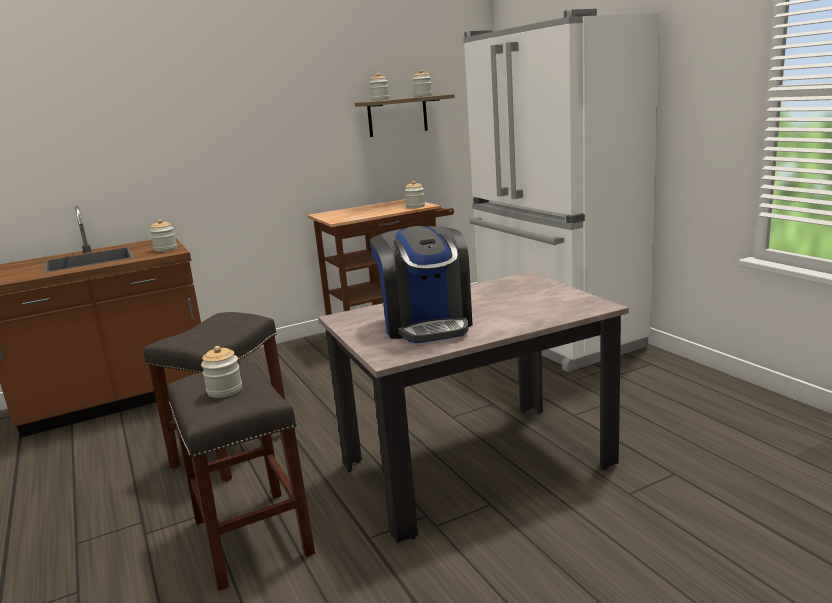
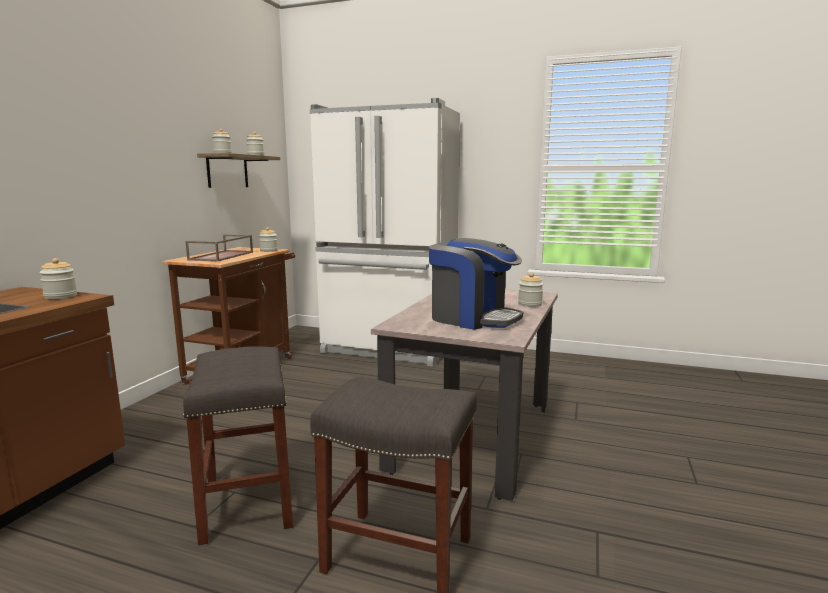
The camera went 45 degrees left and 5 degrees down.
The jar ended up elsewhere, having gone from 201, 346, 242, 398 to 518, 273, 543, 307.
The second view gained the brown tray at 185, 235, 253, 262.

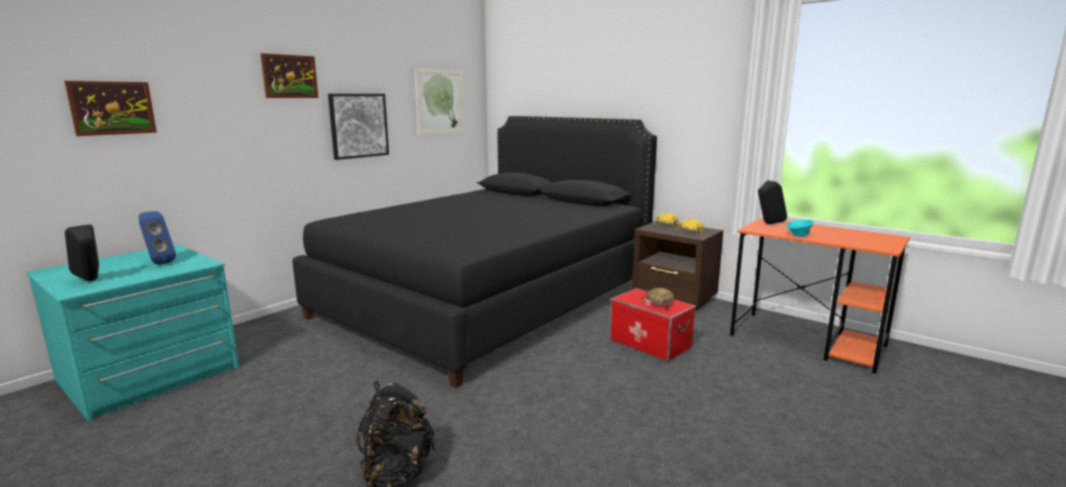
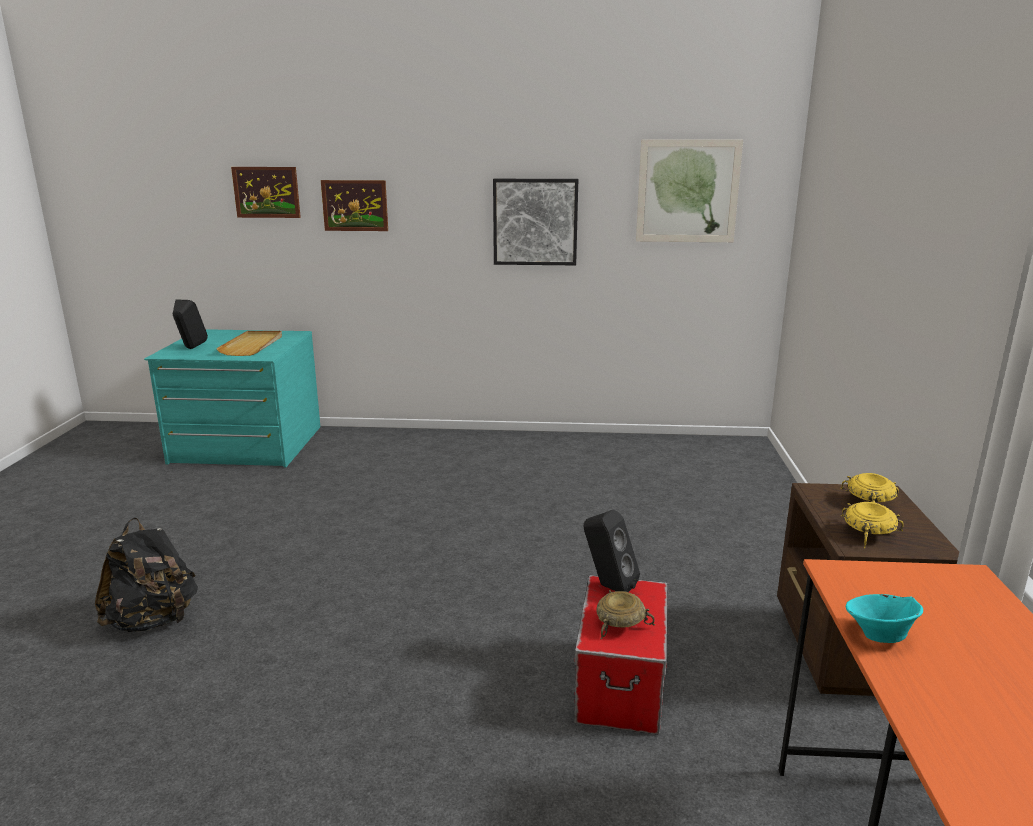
The camera went 55 degrees right and 5 degrees up.
The picture ended up elsewhere, having gone from 260, 53, 318, 98 to 321, 180, 388, 231.
The second view lost the black bed at 292, 116, 657, 388.
The black speaker ended up elsewhere, having gone from 758, 180, 787, 224 to 584, 509, 640, 592.
Where the blue speaker stood at 139, 211, 176, 265, the beige tray came to stand at 216, 331, 282, 356.

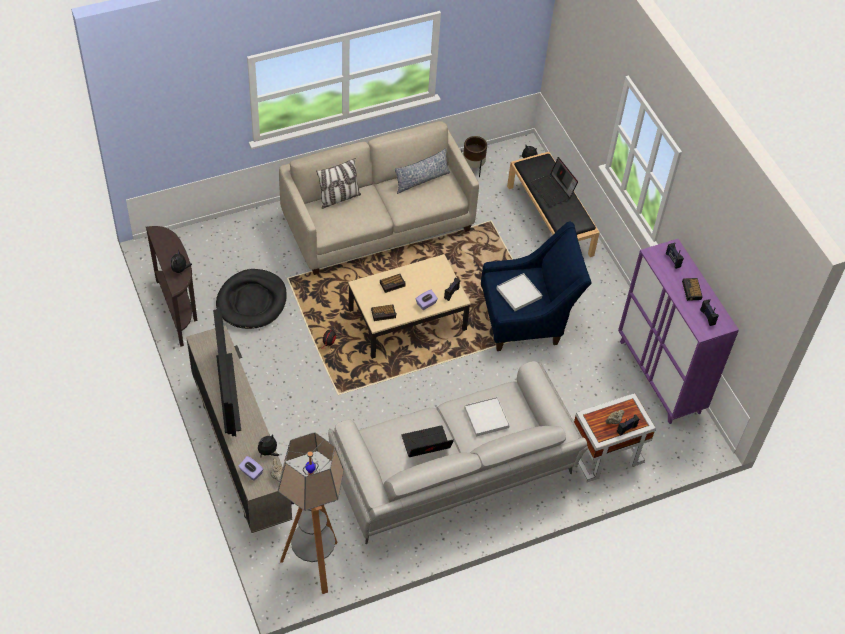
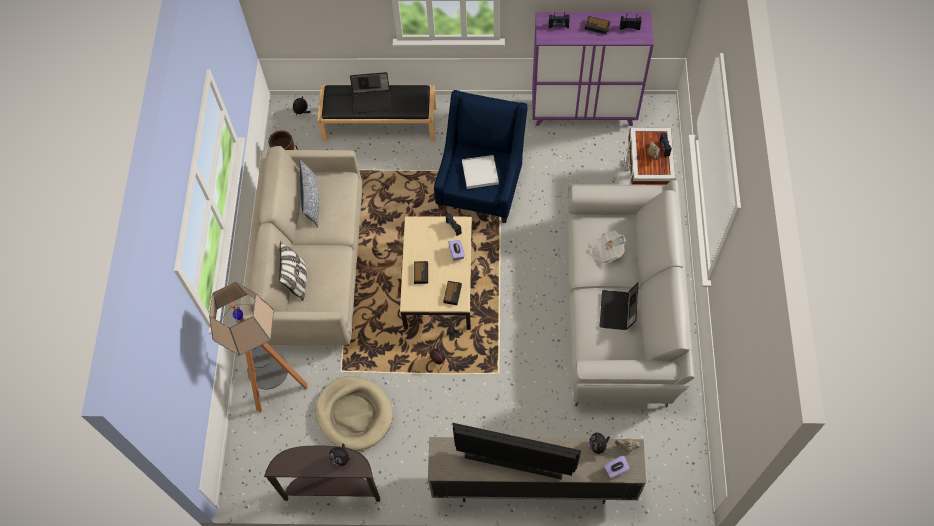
The camera went 60 degrees left and 10 degrees up.
What was the black dog bed at 216, 269, 287, 329 turned into the beige dog bed at 316, 376, 393, 451.
Where the white tray stood at 464, 397, 510, 436, the newspaper came to stand at 589, 231, 626, 264.
The floor lamp ended up elsewhere, having gone from 278, 432, 344, 594 to 209, 282, 308, 413.

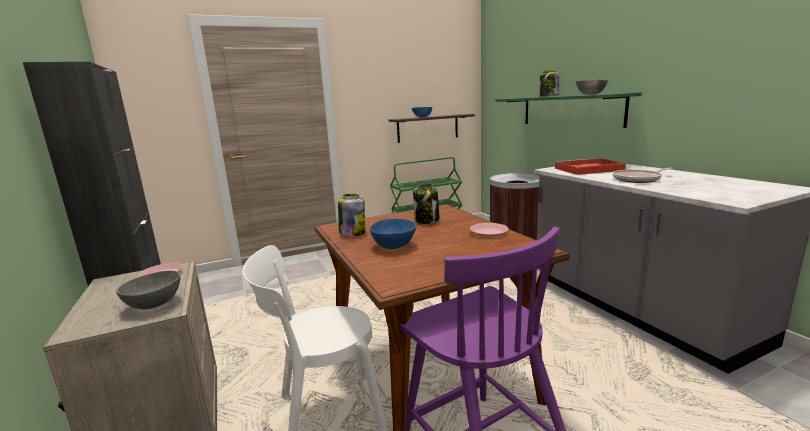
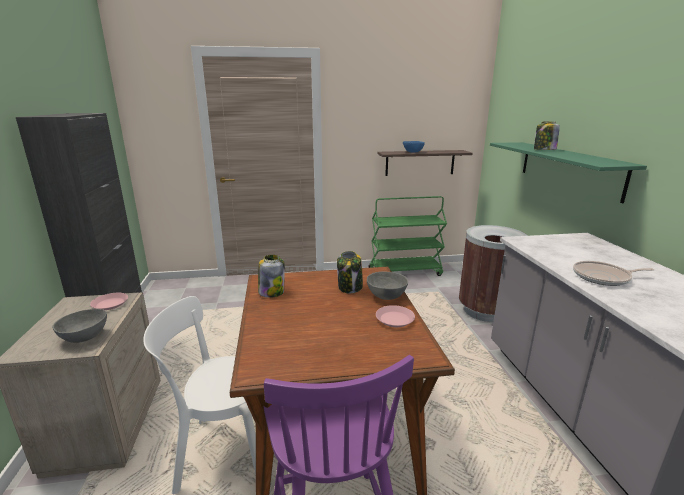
The camera went 15 degrees right and 5 degrees up.
The grey bowl ended up elsewhere, having gone from 576, 80, 608, 95 to 367, 272, 408, 300.
The second view lost the red tray at 554, 158, 626, 175.
The second view lost the blue bowl at 370, 218, 416, 249.

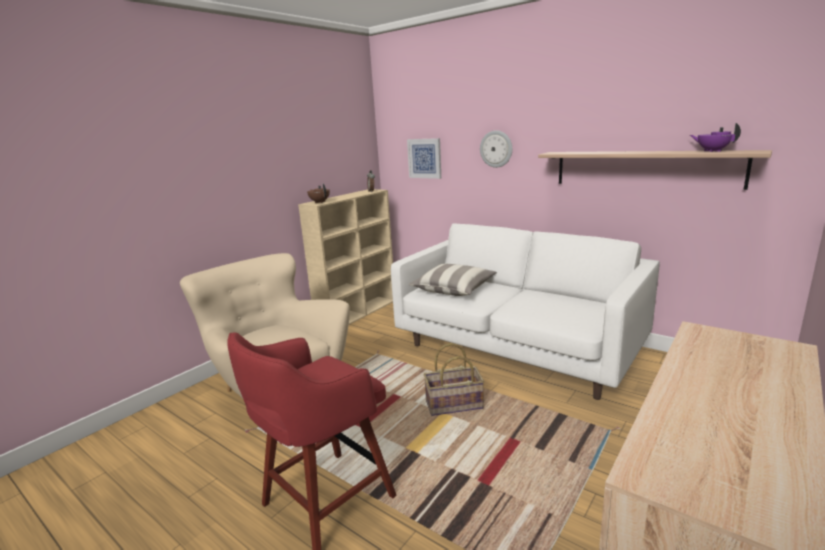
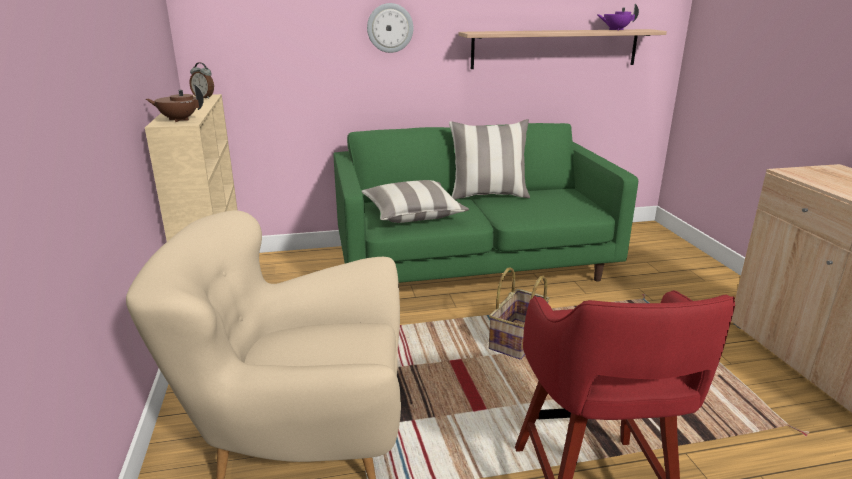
The camera went 50 degrees left and 5 degrees up.
The second view lost the picture at 407, 138, 441, 179.
What was the white sofa at 391, 224, 660, 400 turned into the green sofa at 334, 123, 638, 283.
The second view gained the pillow at 449, 119, 530, 199.

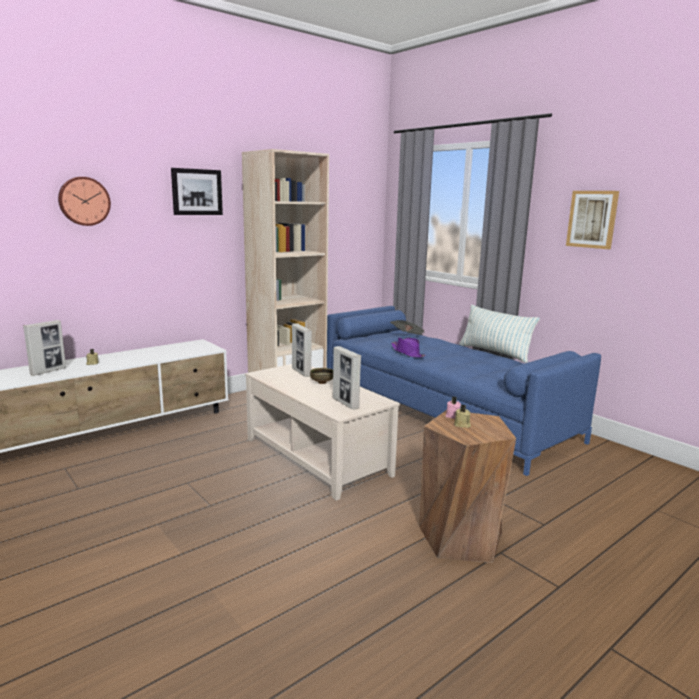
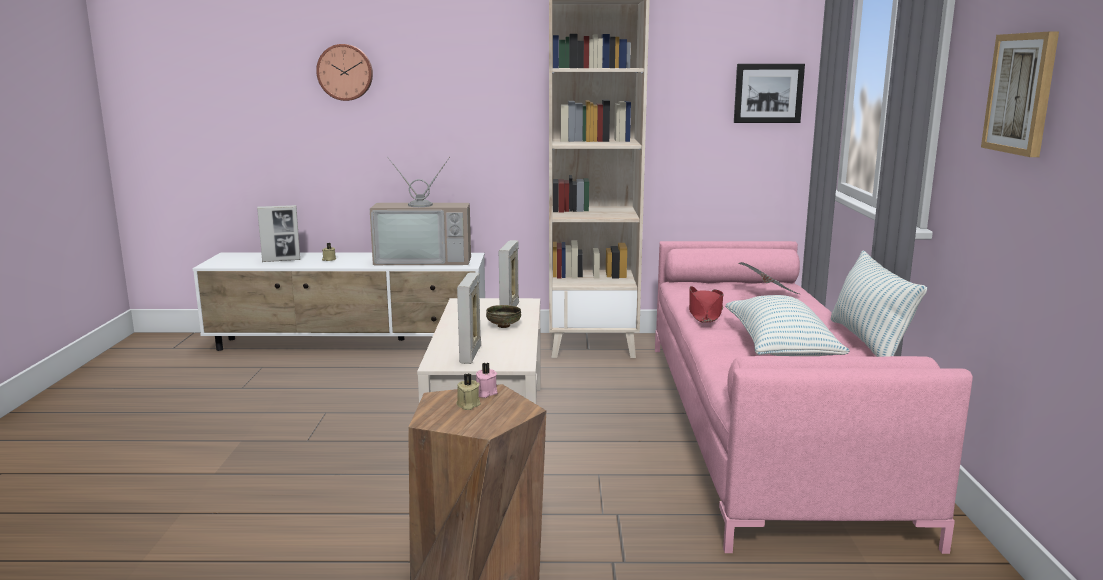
The camera went 40 degrees right and 0 degrees up.
The picture ended up elsewhere, having gone from 171, 168, 223, 215 to 734, 64, 805, 123.
What was the blue sofa at 327, 306, 601, 476 turned into the pink sofa at 655, 241, 973, 554.
What was the purple hat at 391, 338, 425, 357 turned into the red hat at 689, 286, 723, 323.
The second view gained the television at 370, 157, 471, 265.
The second view gained the pillow at 725, 295, 850, 356.

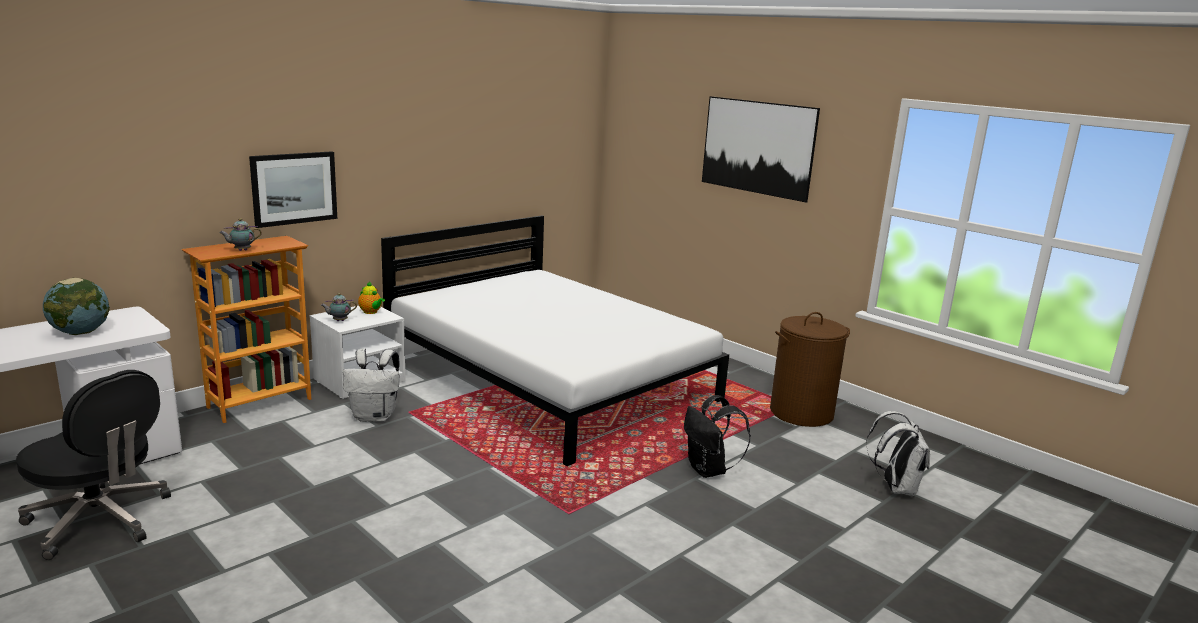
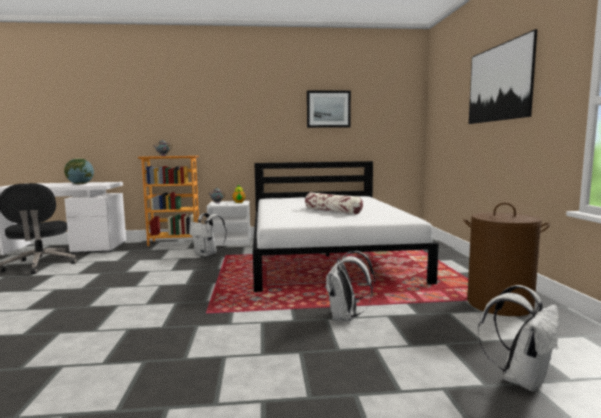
The camera went 40 degrees right and 10 degrees down.
The picture ended up elsewhere, having gone from 249, 151, 337, 228 to 307, 91, 351, 128.
What was the black backpack at 684, 395, 751, 478 turned into the white backpack at 326, 251, 375, 321.
The second view gained the pillow at 305, 192, 363, 214.

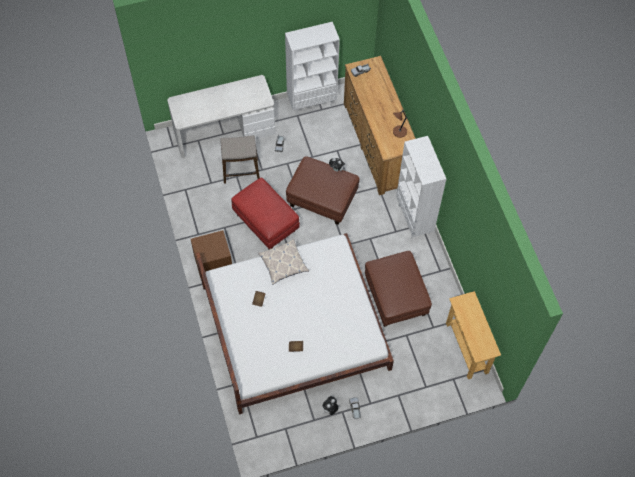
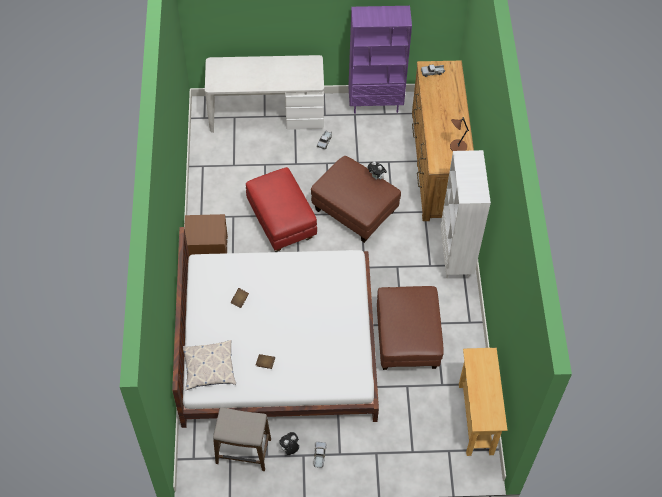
The camera went 15 degrees right and 5 degrees down.
What was the white bookcase at 285, 22, 340, 115 turned into the purple bookcase at 348, 6, 412, 114.
The stool ended up elsewhere, having gone from 220, 135, 260, 184 to 213, 407, 271, 471.
The pillow ended up elsewhere, having gone from 258, 239, 309, 285 to 183, 340, 236, 390.

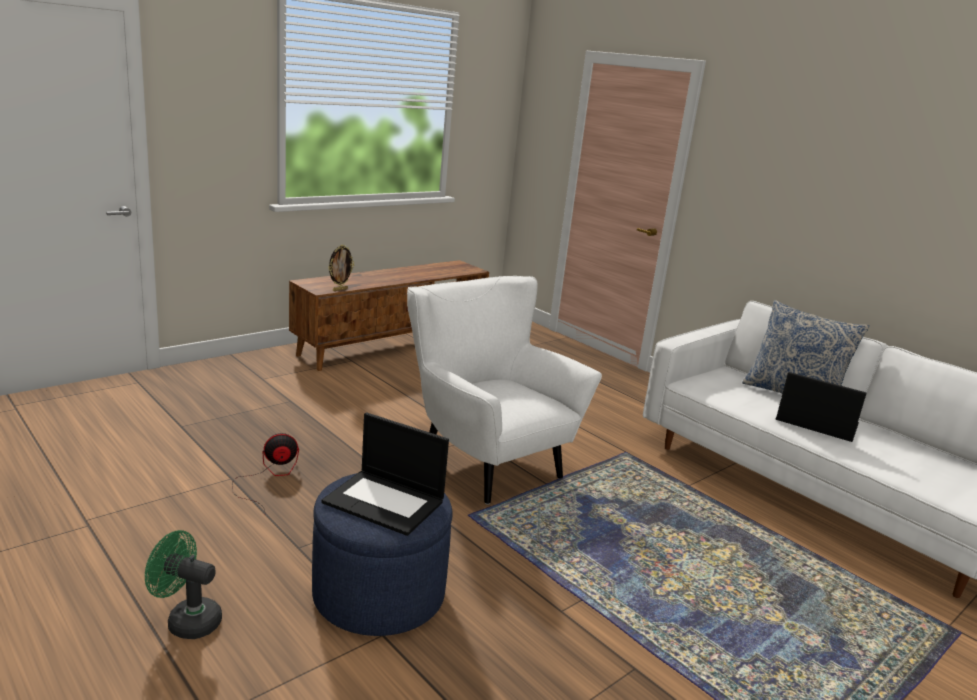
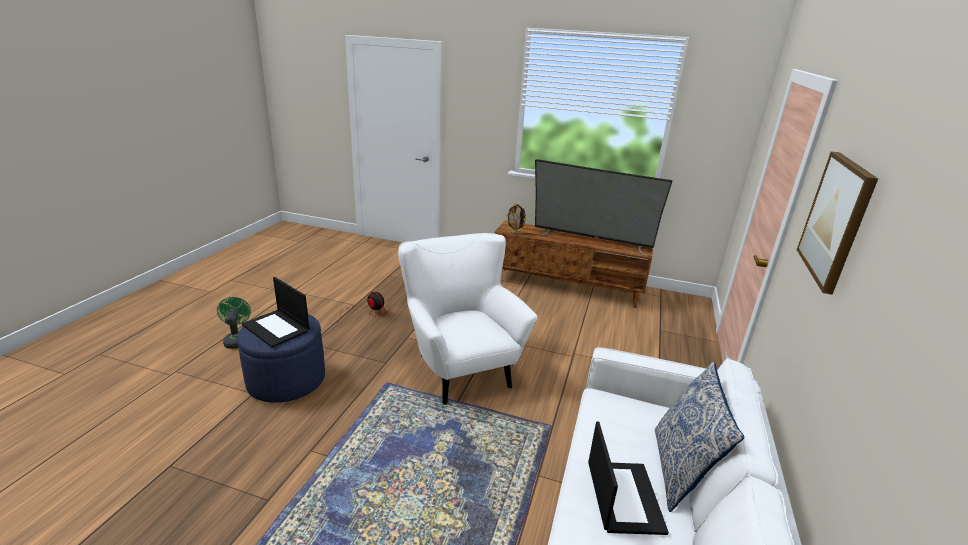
The camera went 60 degrees right and 5 degrees up.
The white armchair at 407, 276, 602, 505 ended up facing another way, 45 degrees counterclockwise from before.
The laptop at 321, 412, 449, 536 ended up facing another way, 45 degrees counterclockwise from before.
The second view gained the picture at 797, 151, 878, 295.
The second view gained the television at 535, 159, 672, 254.

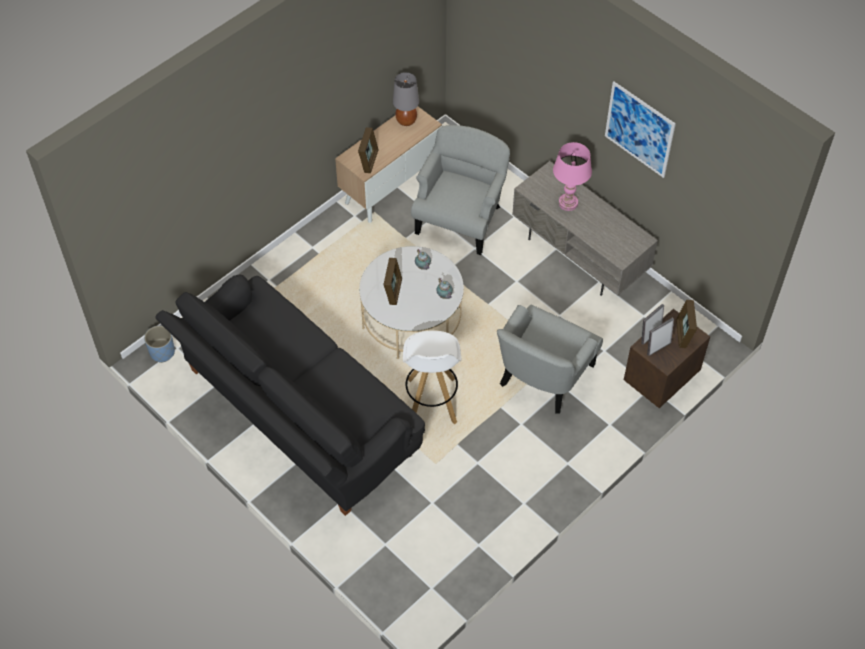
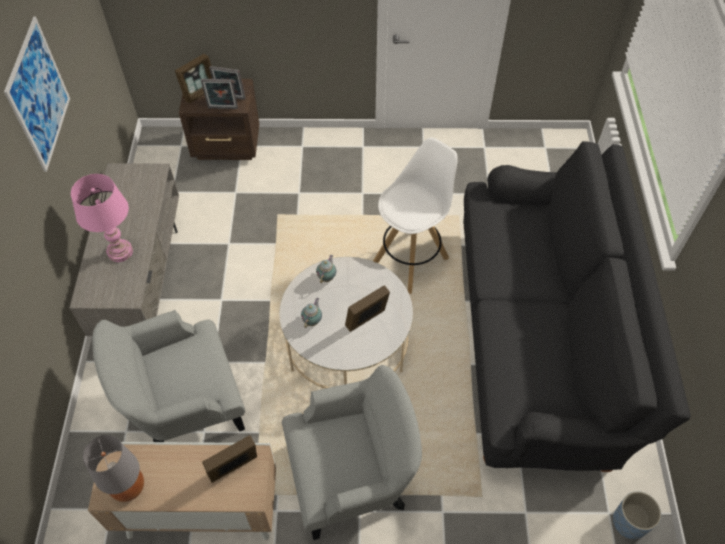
The camera went 135 degrees left and 0 degrees up.
The grey armchair ended up elsewhere, having gone from 497, 305, 603, 414 to 282, 365, 422, 540.

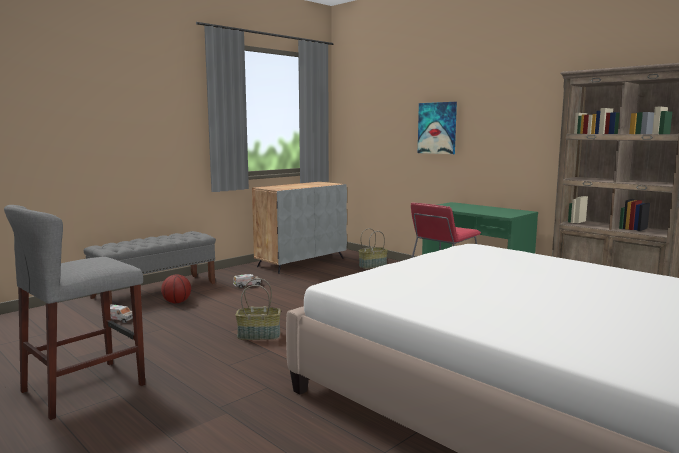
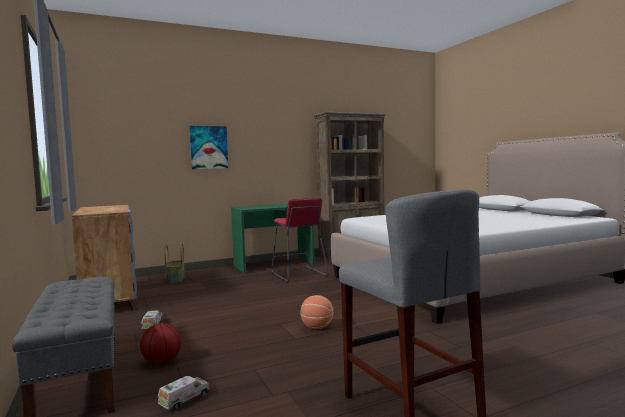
The camera went 70 degrees left and 5 degrees down.
Where the basket stood at 235, 278, 281, 340, the basketball came to stand at 301, 295, 334, 329.

